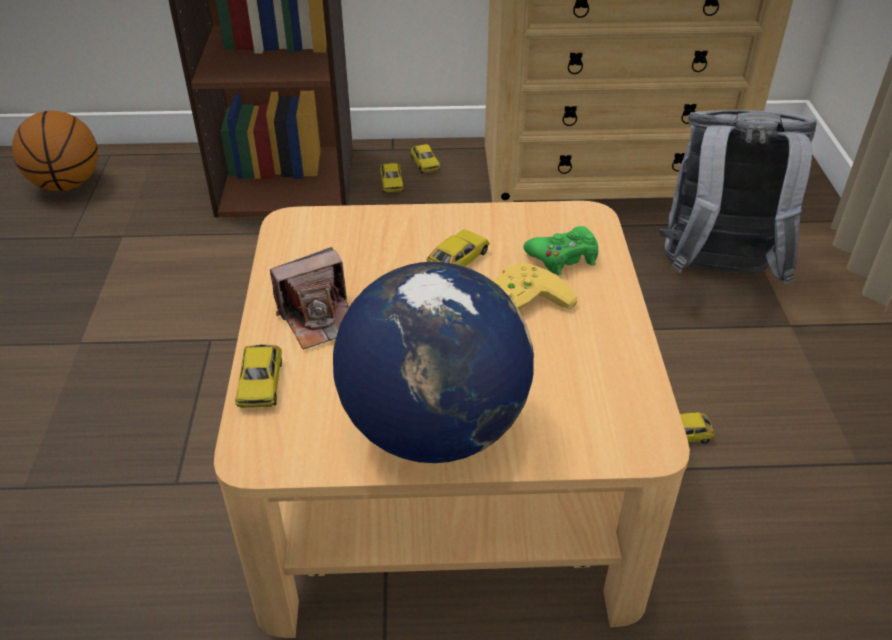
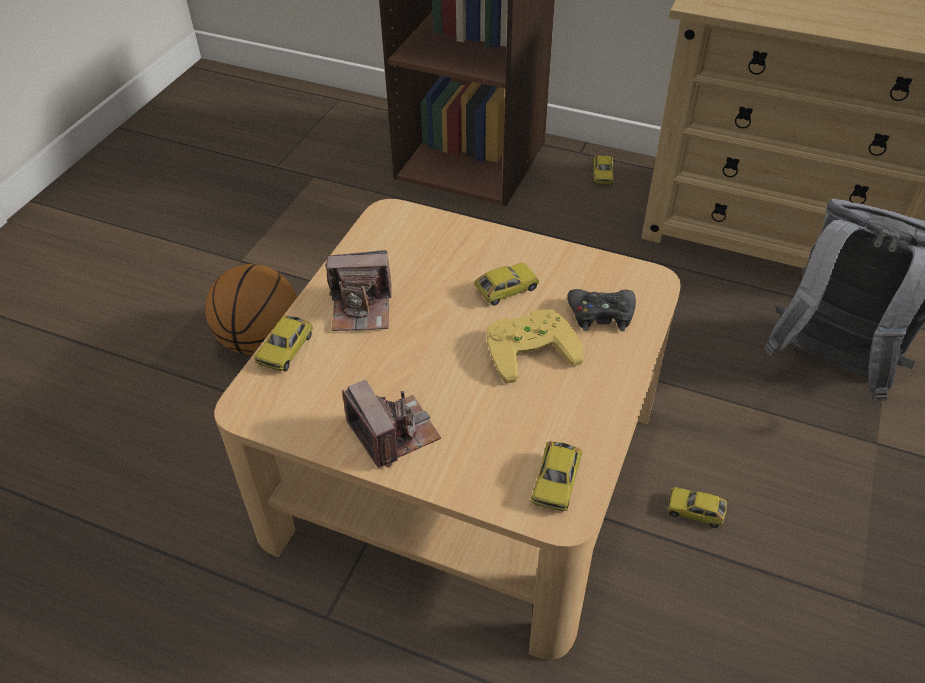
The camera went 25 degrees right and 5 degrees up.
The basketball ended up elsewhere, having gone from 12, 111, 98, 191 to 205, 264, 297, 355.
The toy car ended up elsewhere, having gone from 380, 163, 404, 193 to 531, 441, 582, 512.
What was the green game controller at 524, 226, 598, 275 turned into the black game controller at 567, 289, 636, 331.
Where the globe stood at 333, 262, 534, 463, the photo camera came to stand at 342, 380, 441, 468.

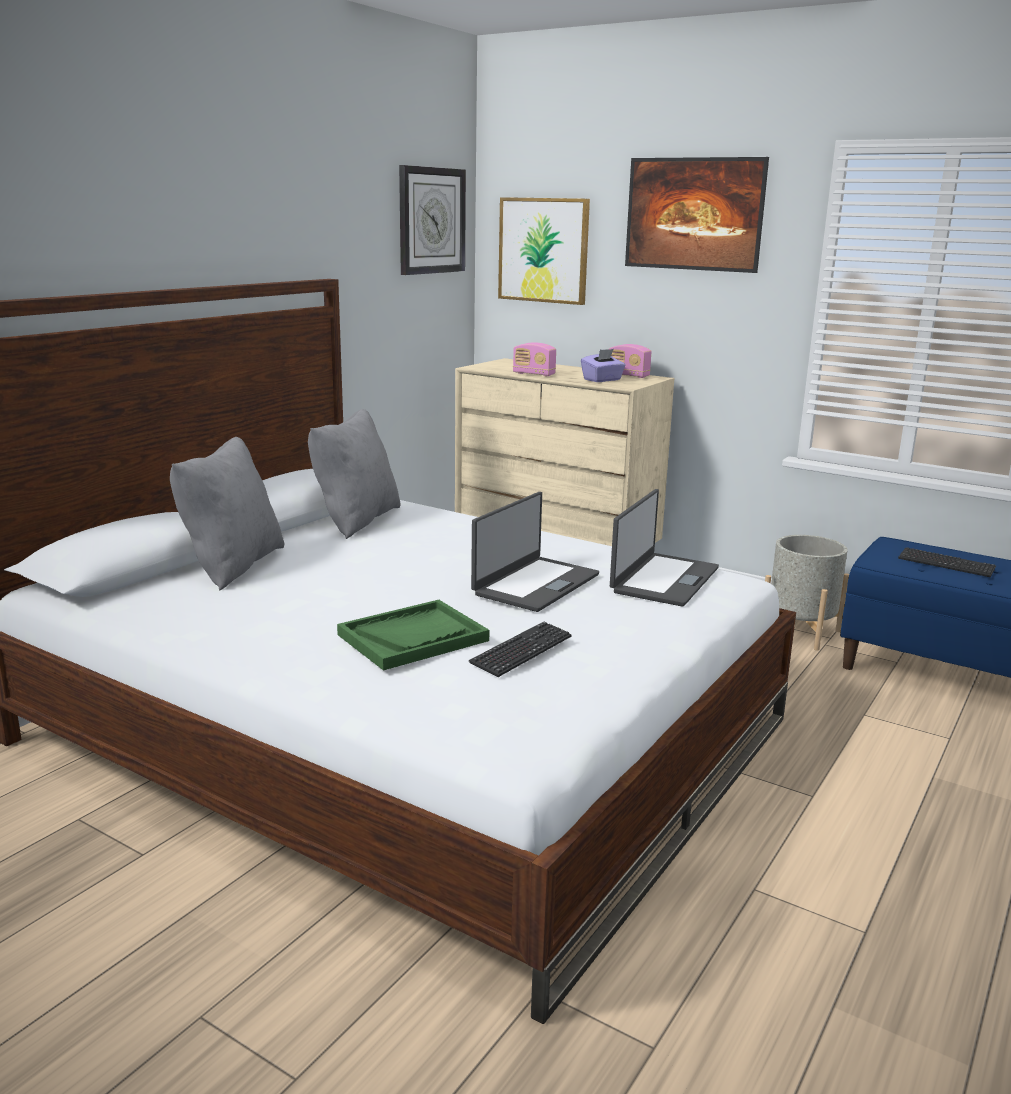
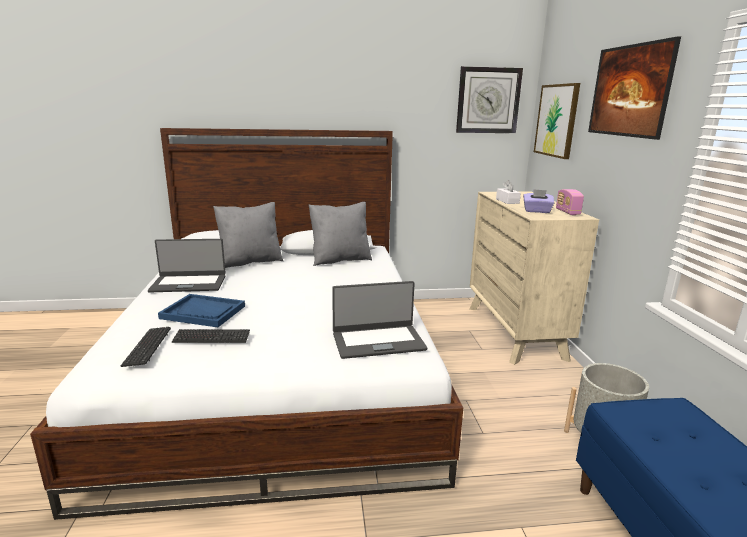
The camera went 50 degrees right and 0 degrees up.
Where the radio stood at 513, 342, 556, 376, the white tissue box came to stand at 496, 180, 521, 204.
The laptop ended up elsewhere, having gone from 471, 492, 599, 612 to 148, 239, 226, 292.
The keyboard ended up elsewhere, having gone from 898, 547, 996, 577 to 121, 327, 171, 367.
What was the green tray at 337, 600, 489, 671 turned into the blue tray at 158, 294, 245, 327.

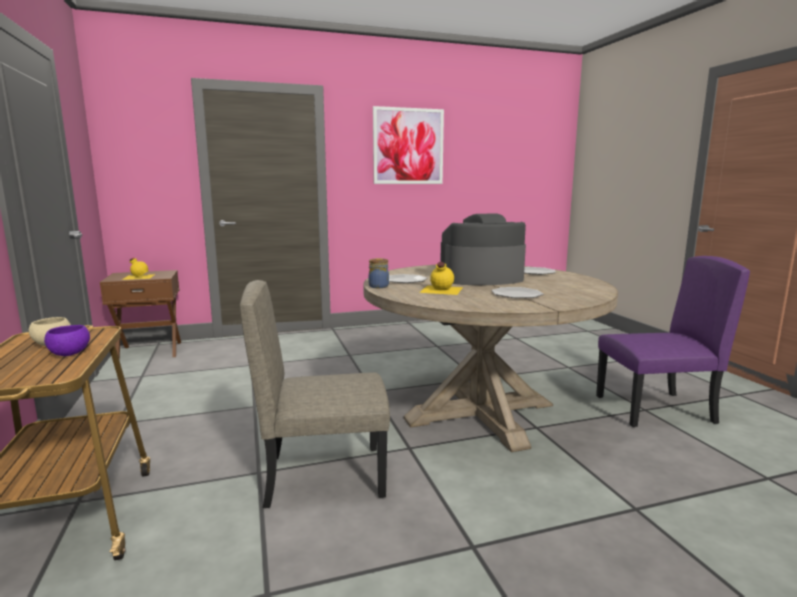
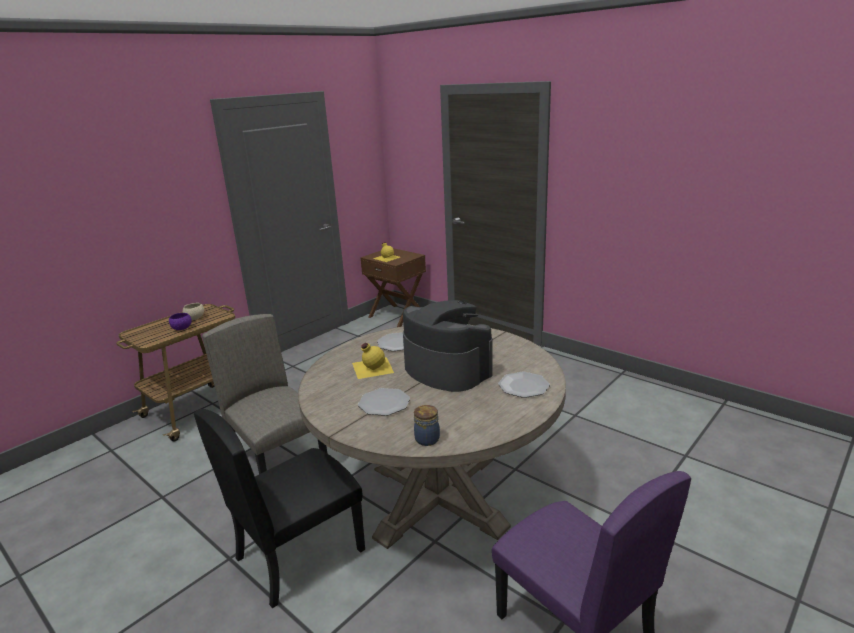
The camera went 60 degrees right and 10 degrees up.
The second view lost the picture at 373, 106, 444, 184.
The jar ended up elsewhere, having gone from 369, 258, 389, 288 to 414, 405, 440, 446.
The second view gained the black chair at 194, 409, 365, 608.

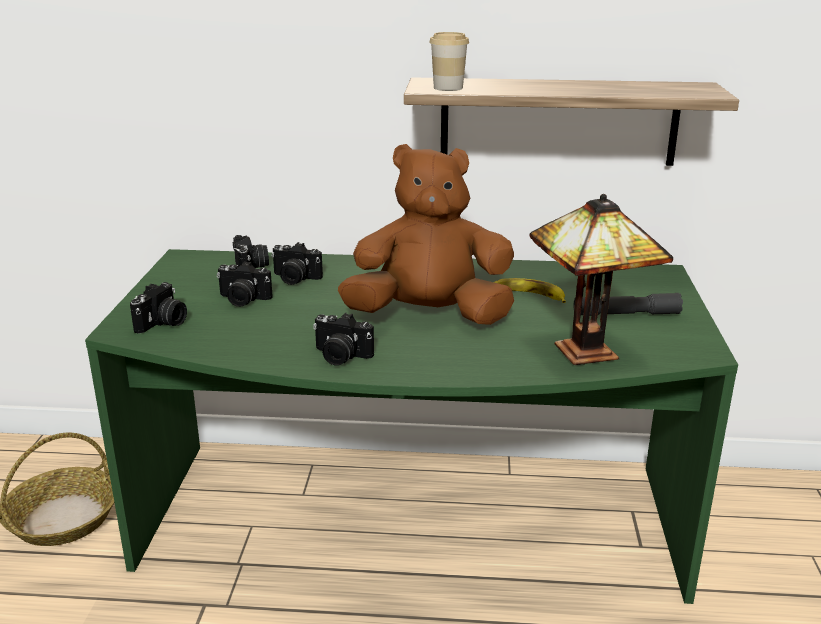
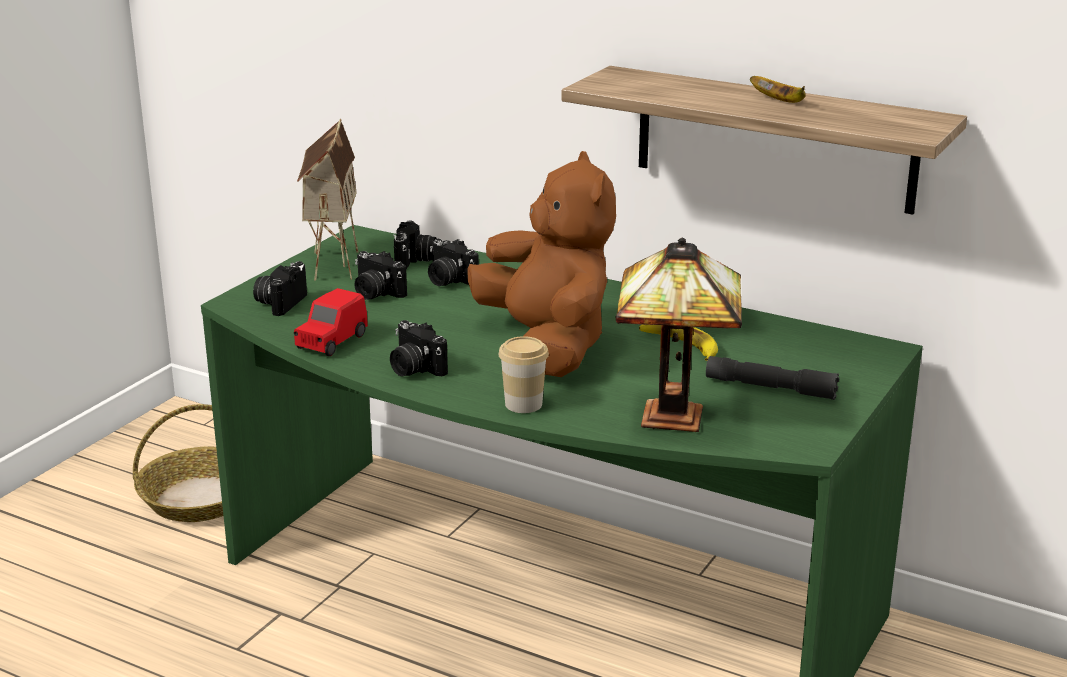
The camera went 25 degrees right and 0 degrees up.
The cup ended up elsewhere, having gone from 429, 32, 469, 91 to 498, 336, 549, 413.
The brown plush toy at 338, 144, 514, 325 ended up facing another way, 45 degrees clockwise from before.
The photo camera at 130, 282, 187, 334 ended up facing another way, 150 degrees clockwise from before.
The second view gained the banana at 750, 76, 805, 103.
The second view gained the toy house at 297, 118, 358, 280.
The second view gained the red toy car at 294, 288, 368, 356.

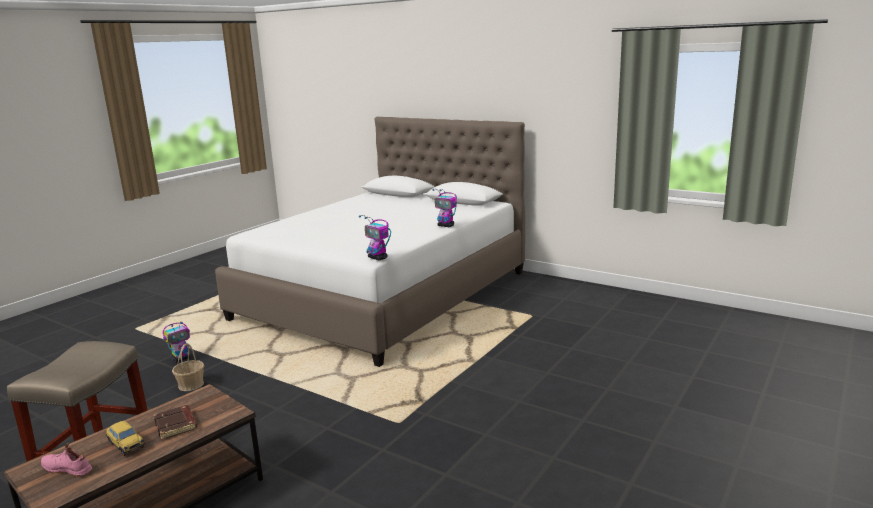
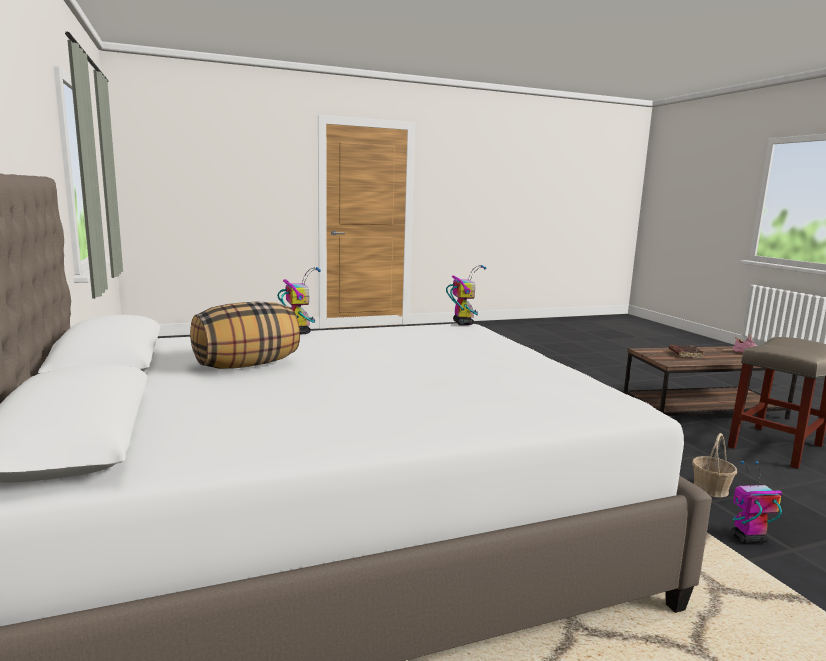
The camera went 145 degrees left and 5 degrees down.
The second view lost the toy car at 106, 421, 145, 456.
The second view gained the pillow at 190, 302, 300, 369.

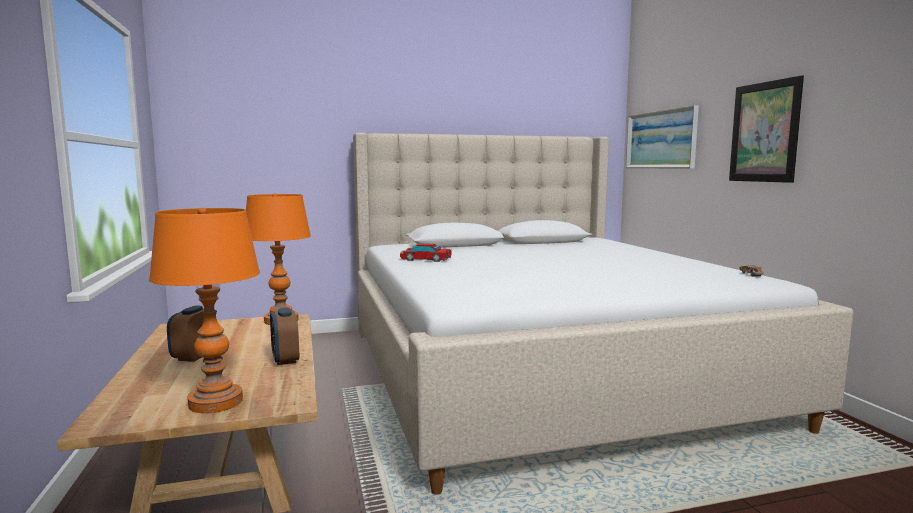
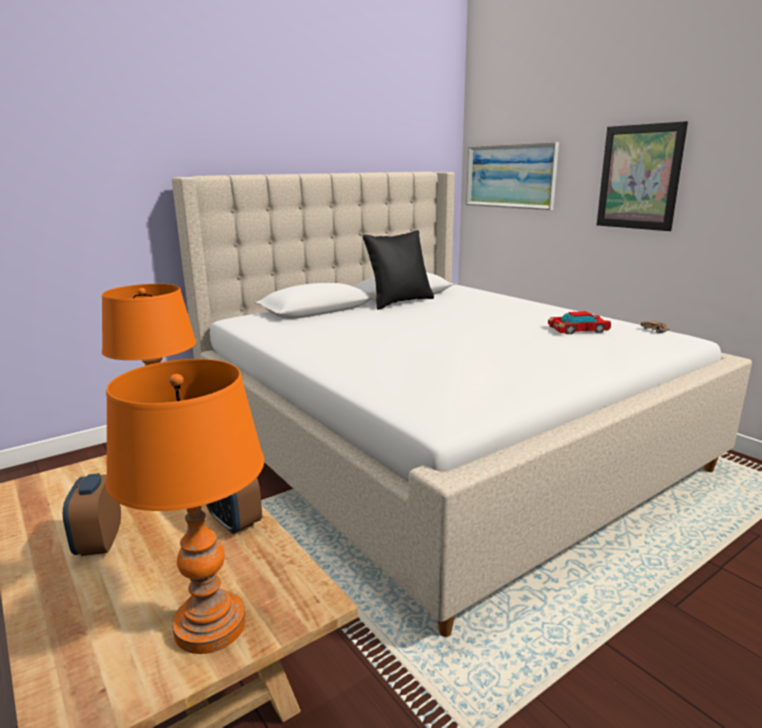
The camera went 20 degrees left and 10 degrees up.
The toy car ended up elsewhere, having gone from 400, 243, 452, 262 to 548, 311, 611, 334.
The second view gained the black pillow at 362, 230, 434, 310.

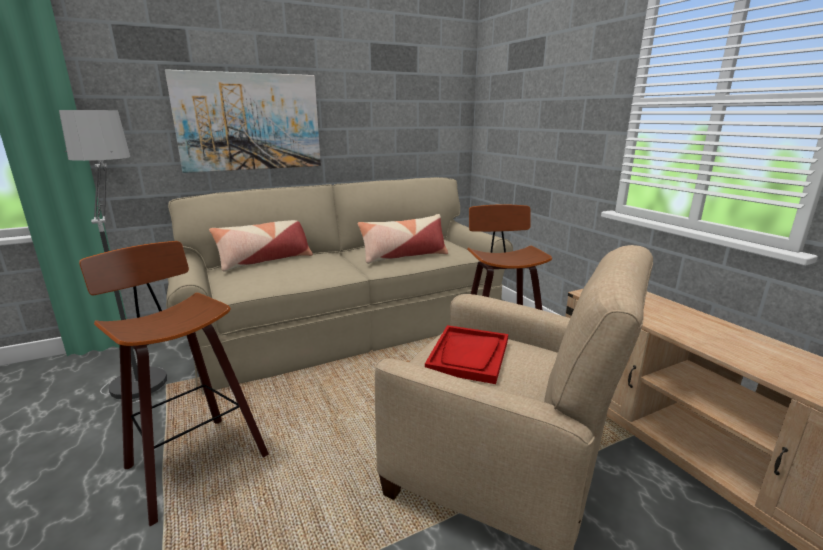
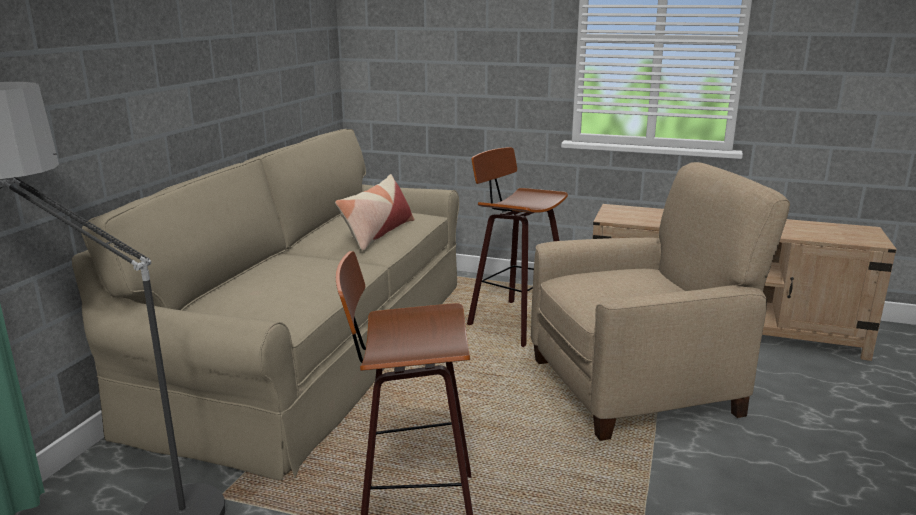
The camera went 45 degrees left and 0 degrees up.
The second view lost the picture at 165, 69, 321, 173.
The second view lost the pillow at 209, 220, 313, 272.
The second view lost the red tray at 425, 325, 508, 384.

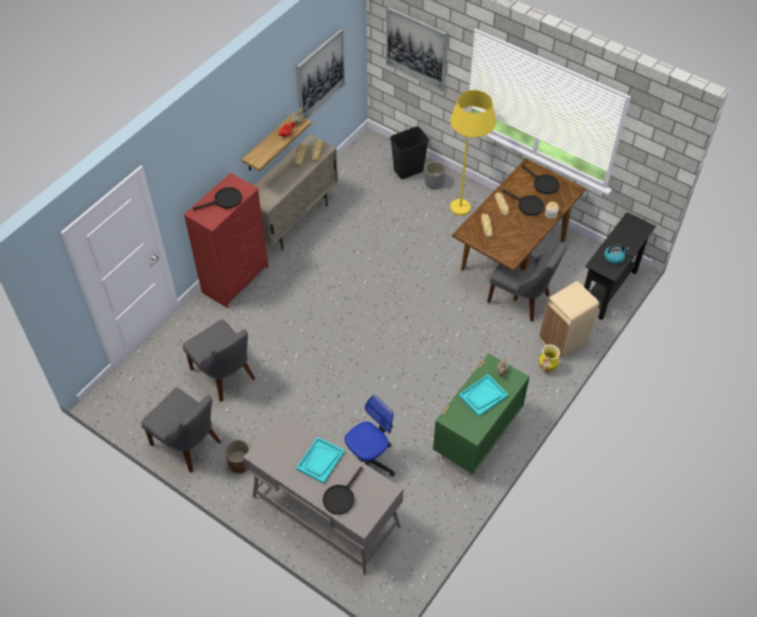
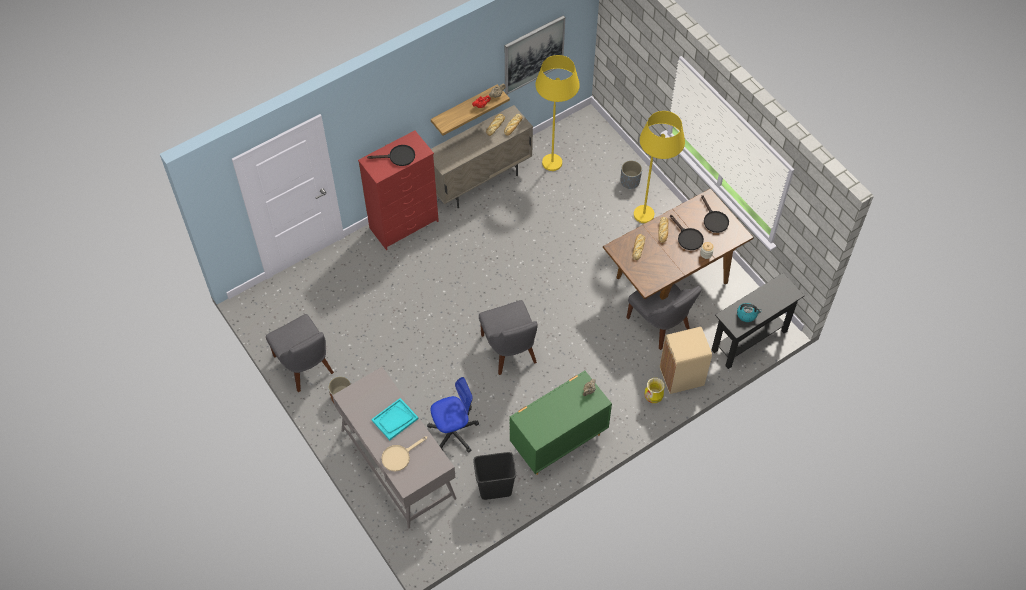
The camera went 20 degrees right and 5 degrees up.
The second view lost the picture at 386, 7, 448, 91.
The black trash can ended up elsewhere, having gone from 390, 126, 429, 179 to 473, 452, 516, 500.
The grey chair ended up elsewhere, having gone from 182, 319, 255, 402 to 479, 300, 537, 375.
The second view lost the turquoise tray at 459, 375, 508, 417.
What was the black frying pan at 323, 467, 363, 515 turned into the beige frying pan at 381, 436, 427, 472.
The second view gained the yellow floor lamp at 536, 55, 580, 171.

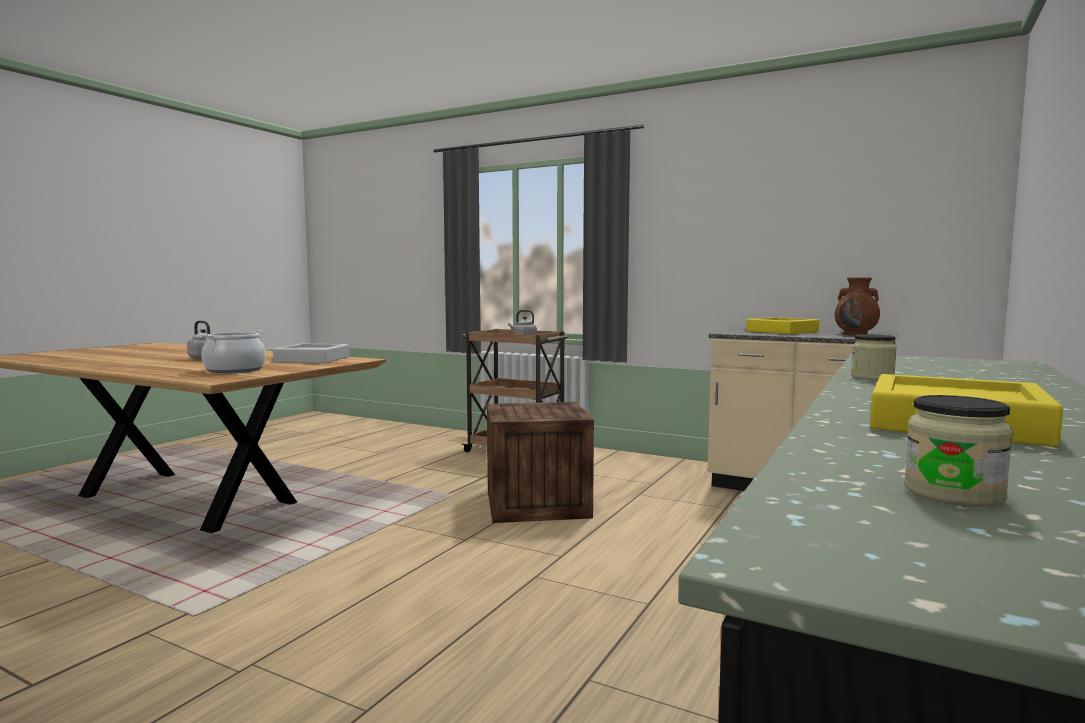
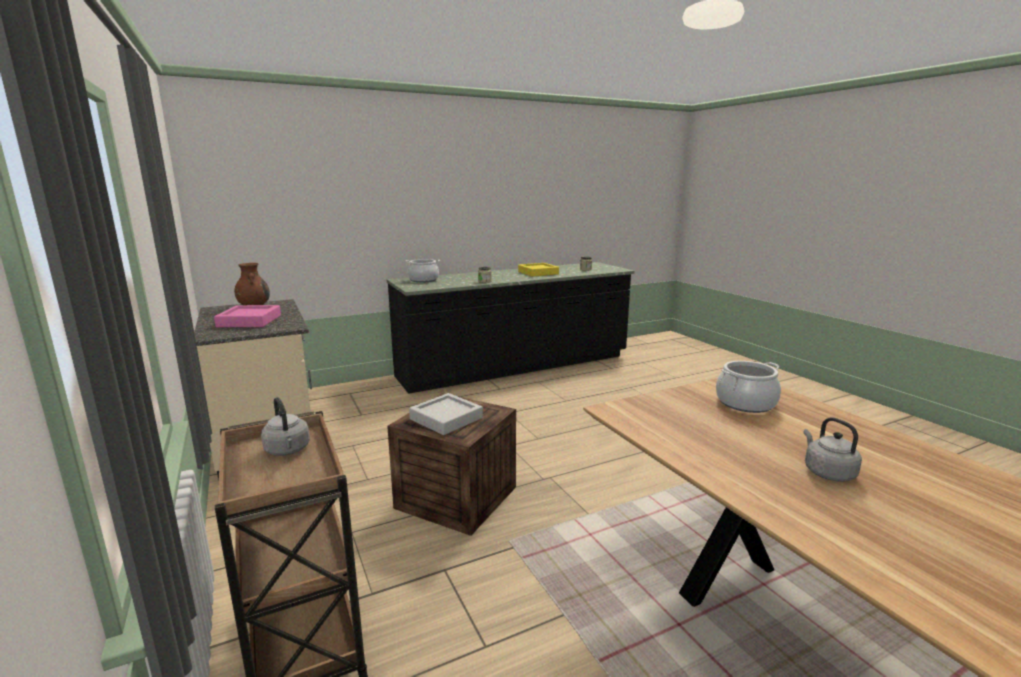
The camera went 145 degrees left and 10 degrees up.
What was the yellow tray at 746, 317, 819, 334 turned into the pink tray at 214, 305, 281, 327.
The grey tray ended up elsewhere, having gone from 273, 344, 350, 363 to 409, 393, 483, 435.
The second view gained the cooking pot at 405, 259, 440, 283.

